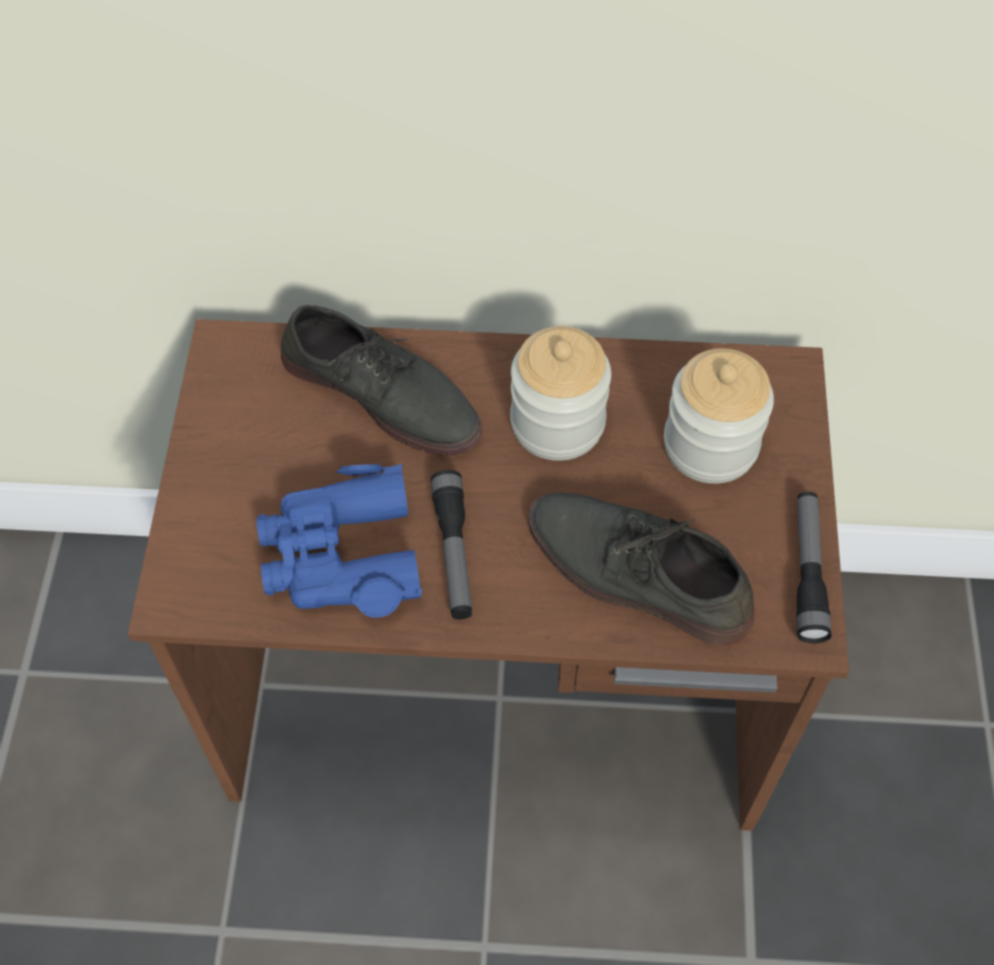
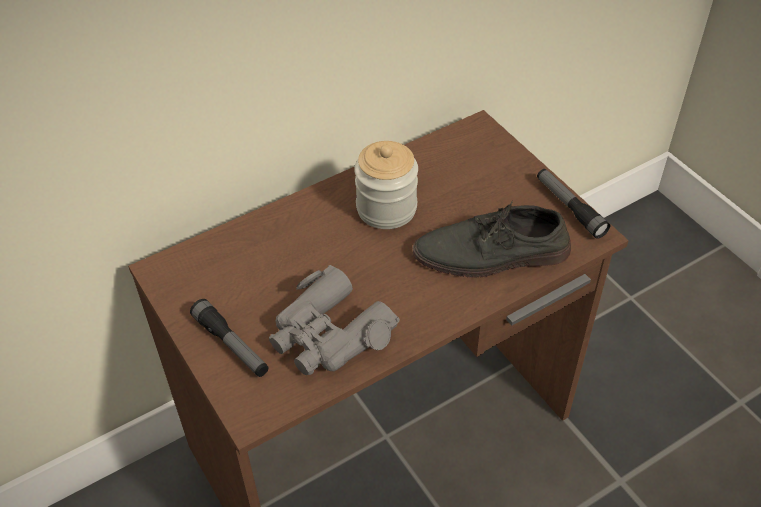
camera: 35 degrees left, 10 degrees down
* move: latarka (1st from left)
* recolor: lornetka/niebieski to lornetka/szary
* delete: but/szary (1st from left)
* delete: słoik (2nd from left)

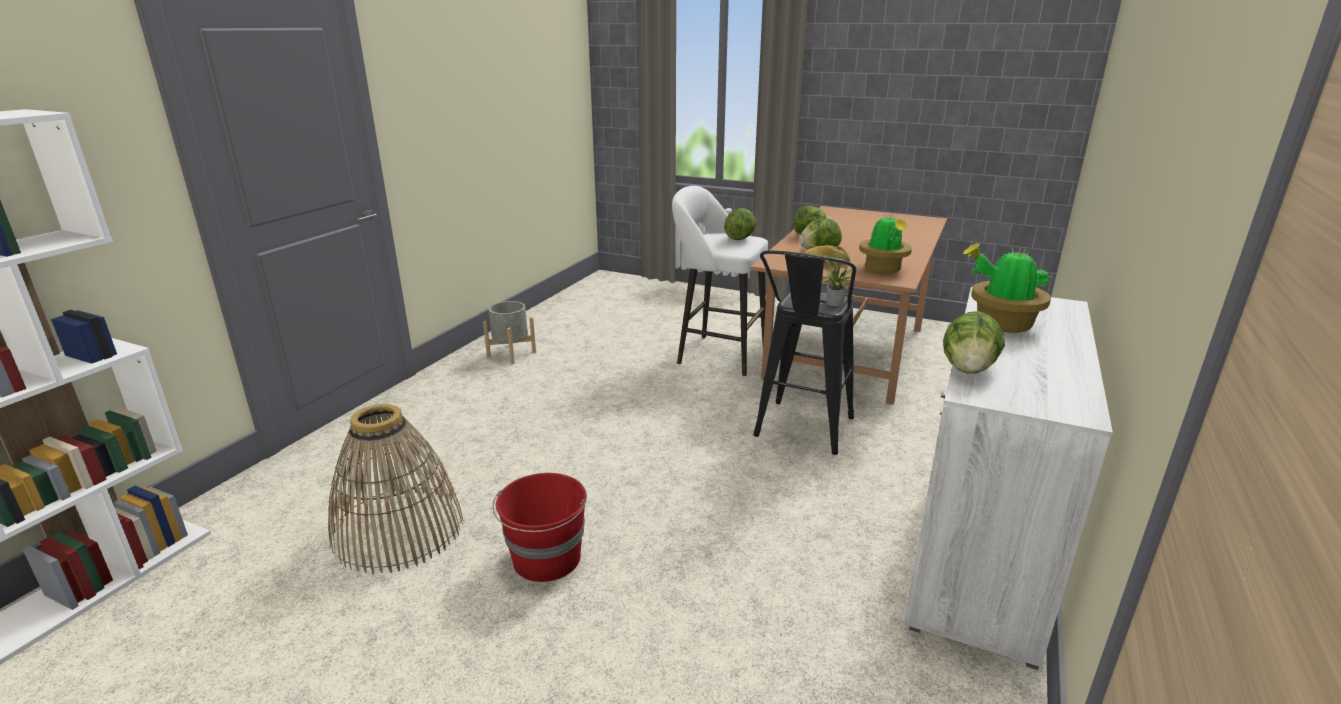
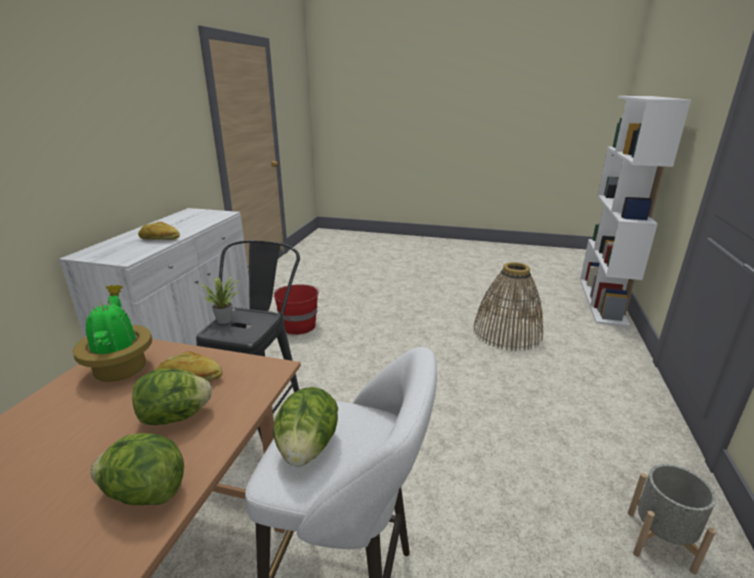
camera: 170 degrees right, 0 degrees up
* replace: roślina doniczkowa (3rd from left) to chleb (1st from left)
* move: wiadro/czerwony
* delete: sałata (4th from left)

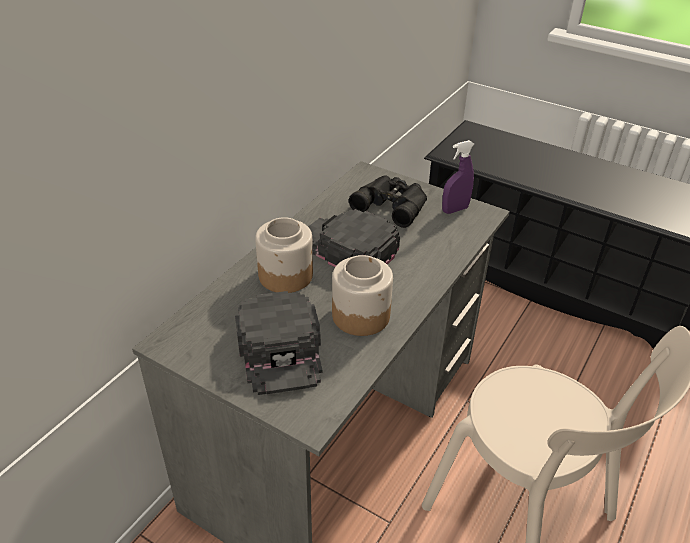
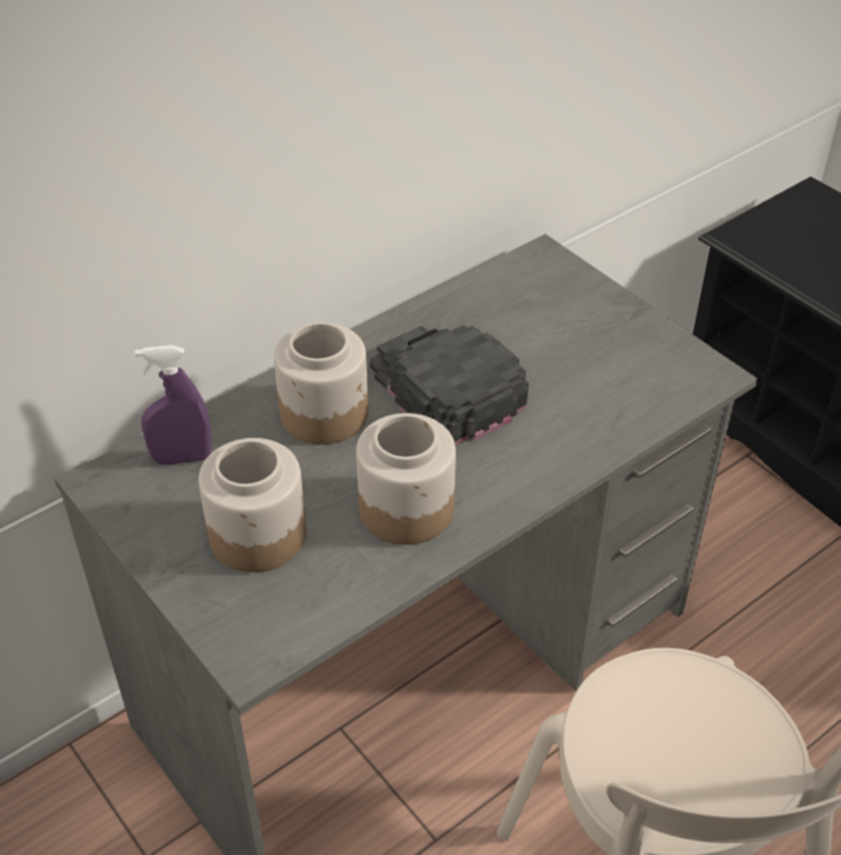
camera: 20 degrees right, 5 degrees up
* move: spryskiwacz/fioletowy
* replace: czapka z daszkiem/czarny (1st from left) to słoik (1st from left)
* delete: lornetka/czarny

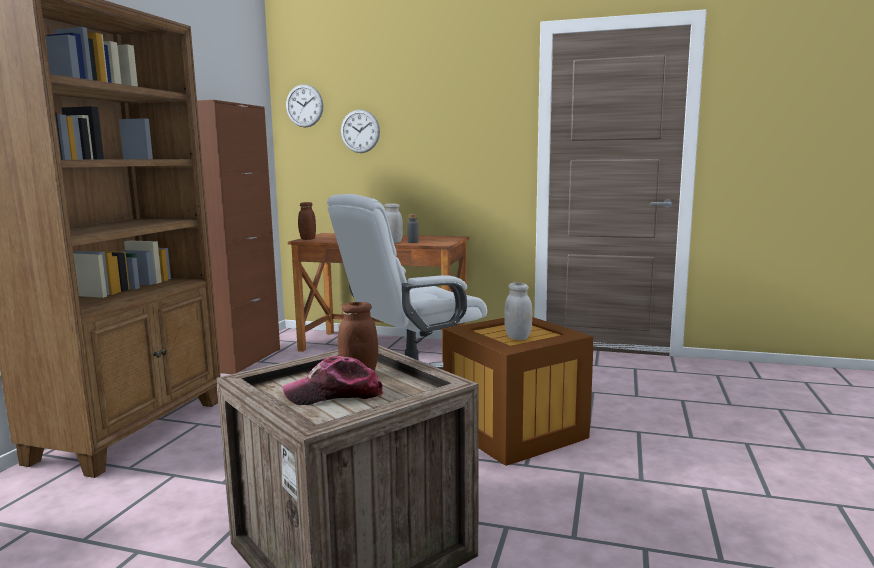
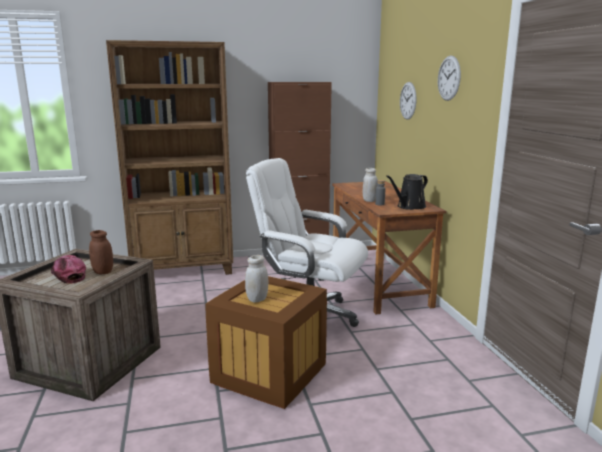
camera: 60 degrees right, 5 degrees up
* insert: konewka/czarny
* move: zegar ścienny (1st from left in the first image) to zegar ścienny (2nd from left)
* delete: słoik/brązowy (1st from left)

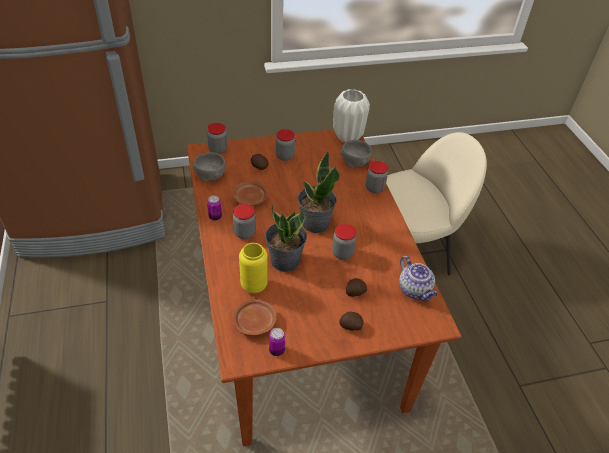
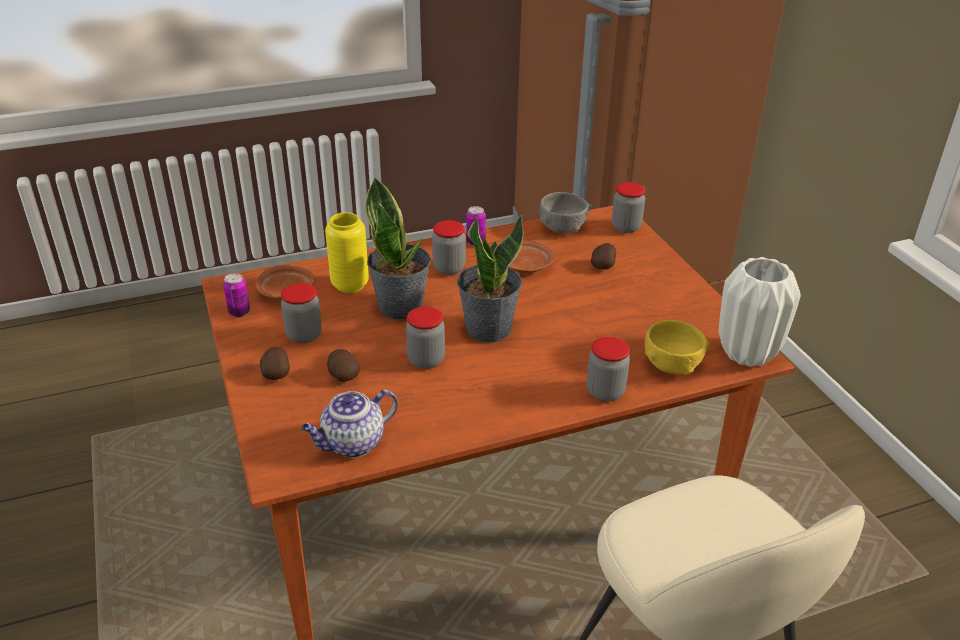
camera: 85 degrees right, 10 degrees down
* move: słoik (3rd from left in the first image) to słoik (1st from left)
* recolor: miska/szary (2nd from left) to miska/żółty

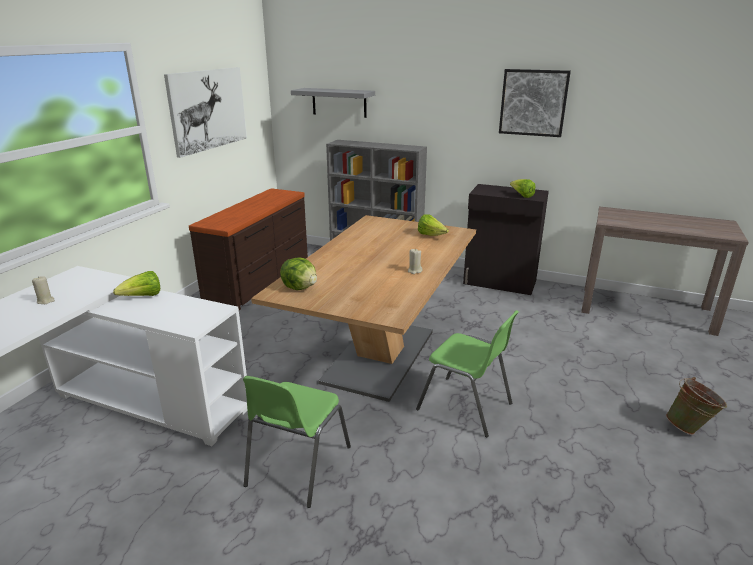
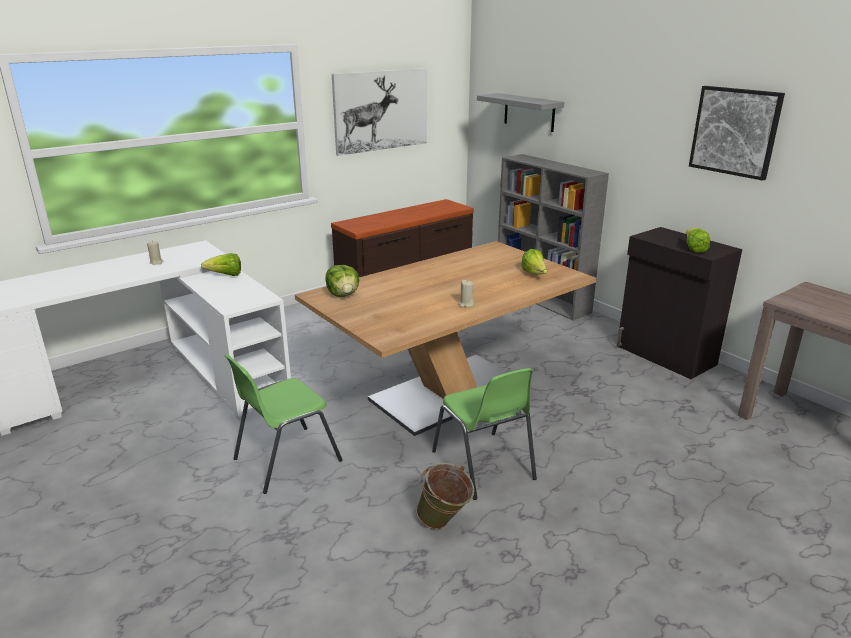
camera: 30 degrees right, 0 degrees up
* move: wiadro/zielony

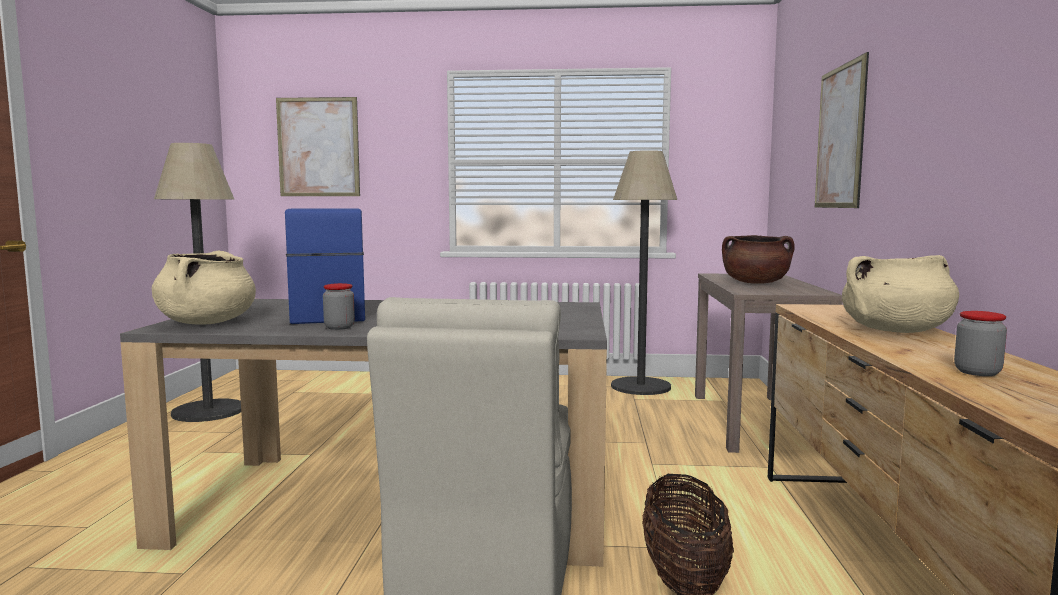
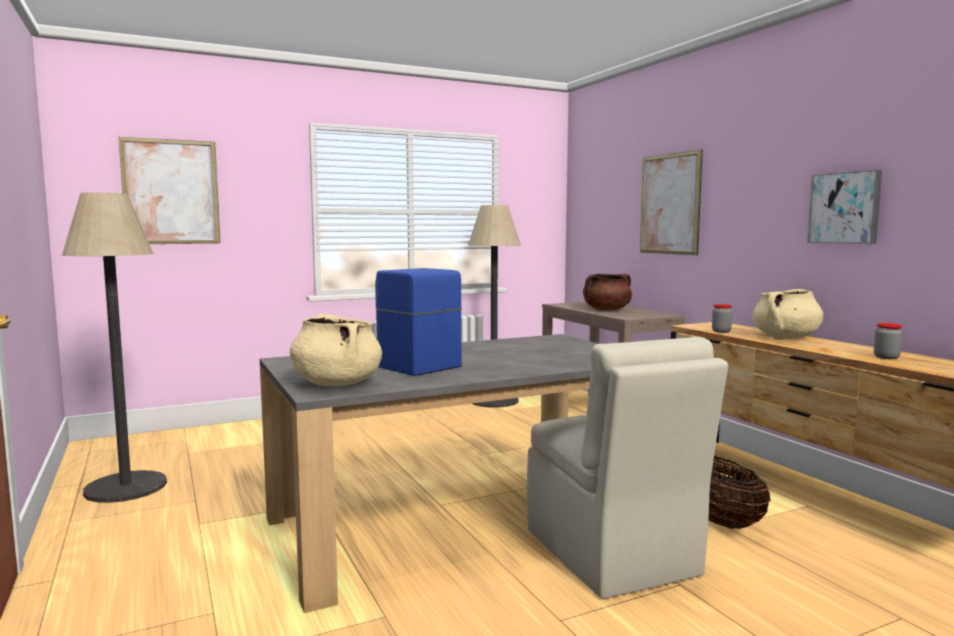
camera: 30 degrees left, 0 degrees up
* move: słoik (1st from left)
* insert: obraz (3rd from left)

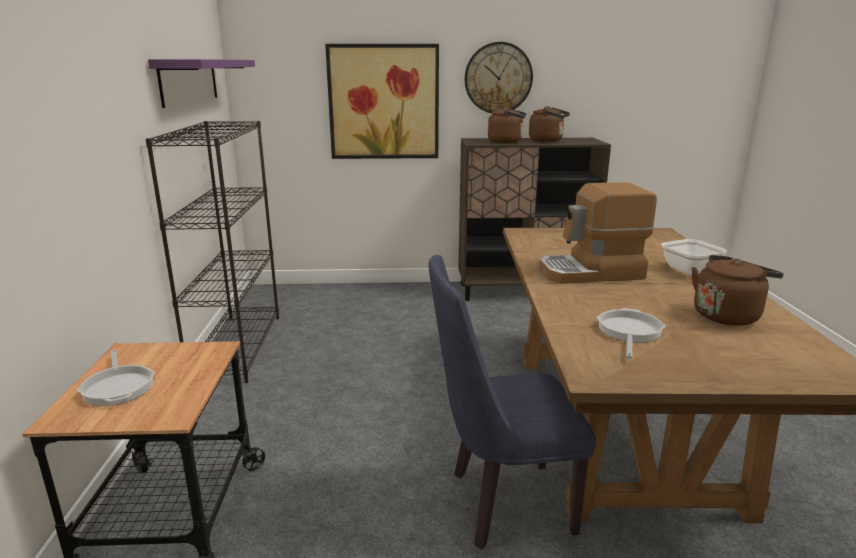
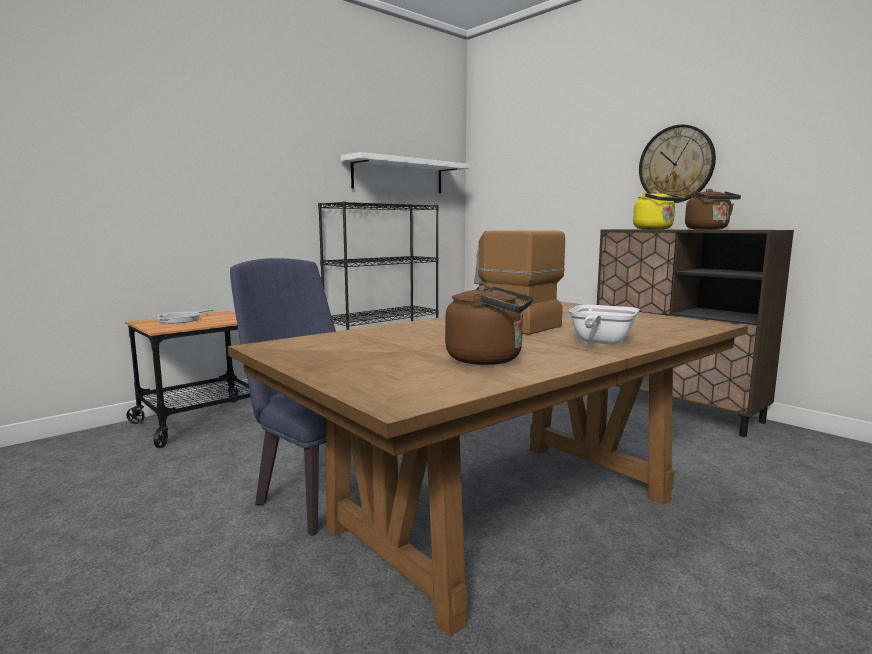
camera: 50 degrees right, 10 degrees down
* recolor: półka/fioletowy to półka/biały
* recolor: czajnik/brązowy (1st from left) to czajnik/żółty
* delete: obraz
* delete: patelnia (2nd from left)

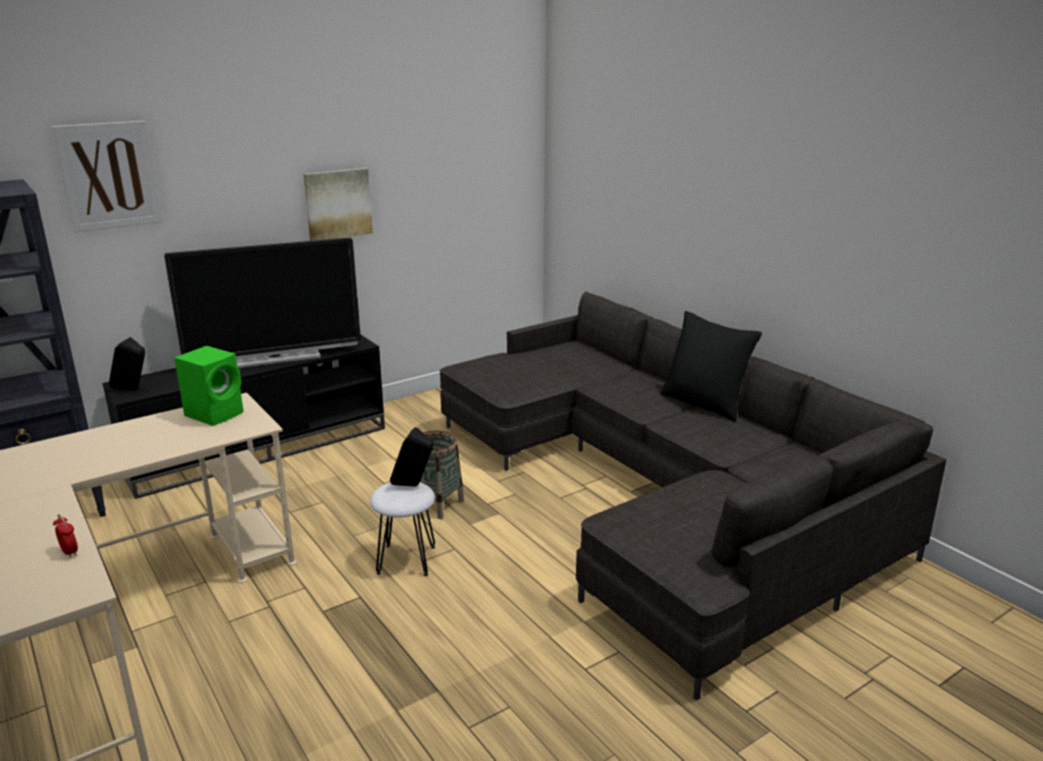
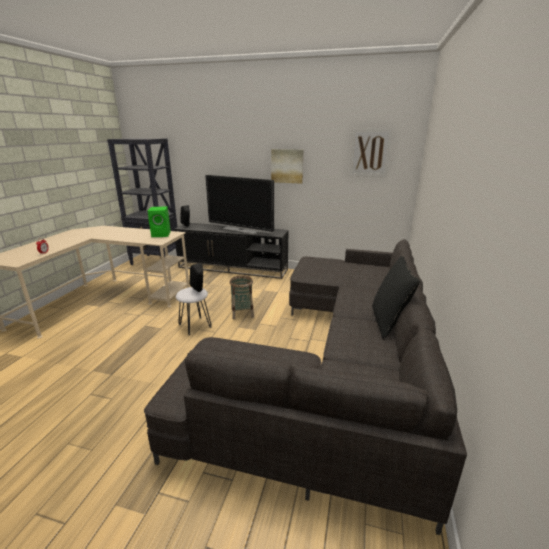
camera: 50 degrees right, 0 degrees up
* move: obraz (1st from left in the first image) to obraz (2nd from left)

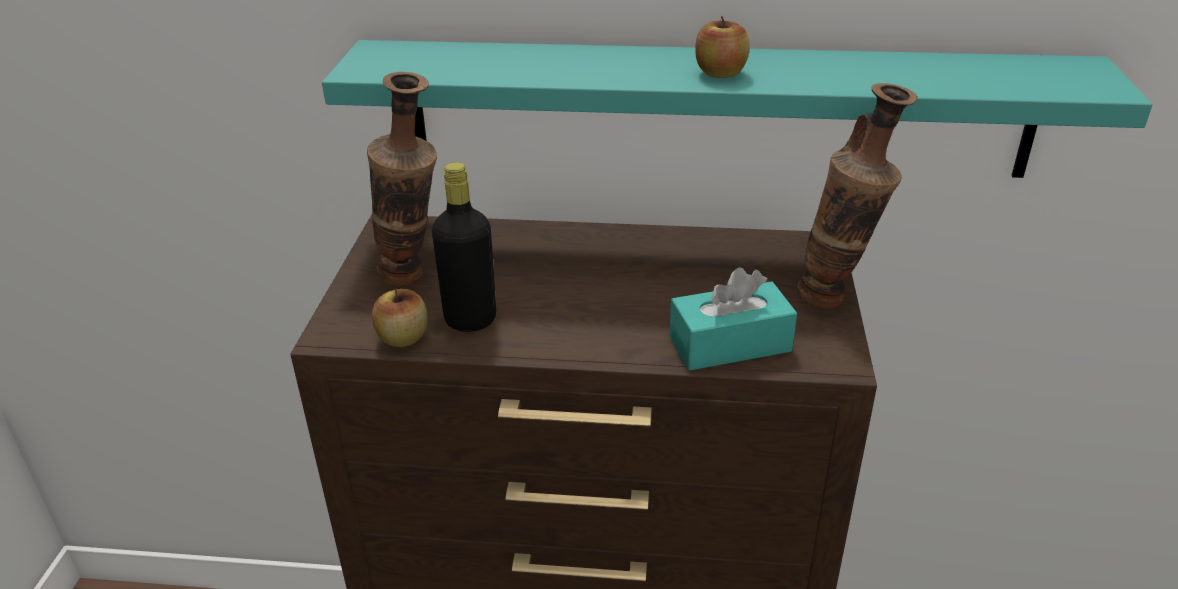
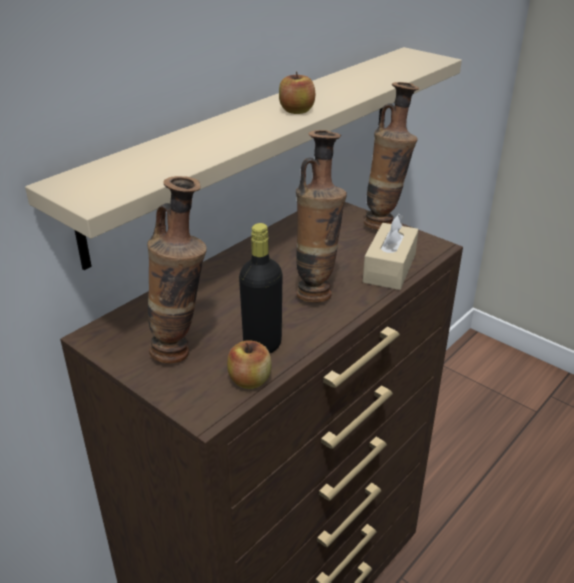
camera: 55 degrees left, 0 degrees up
* recolor: półka/turkusowy to półka/beżowy
* insert: wazon (2nd from left)
* recolor: pudełko chusteczek/turkusowy to pudełko chusteczek/beżowy

